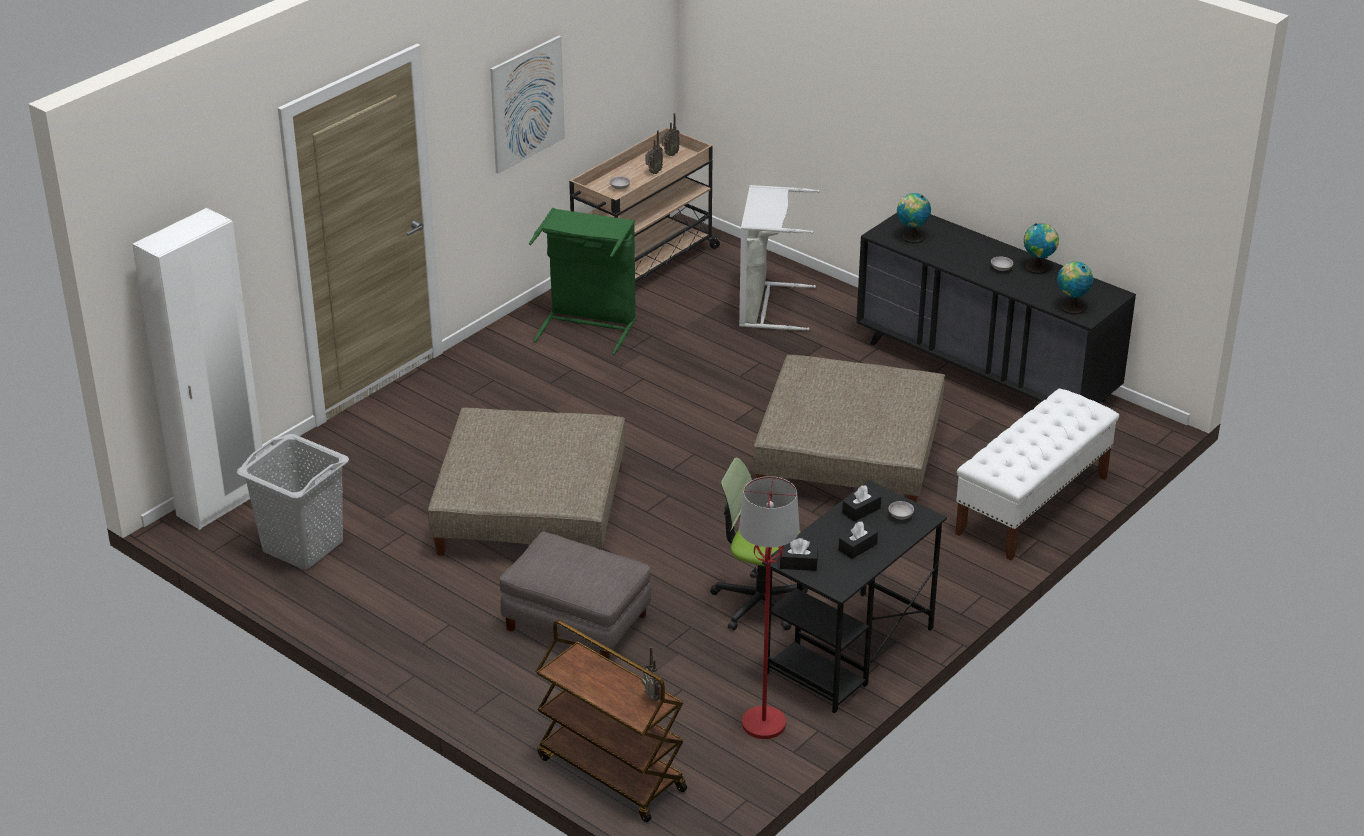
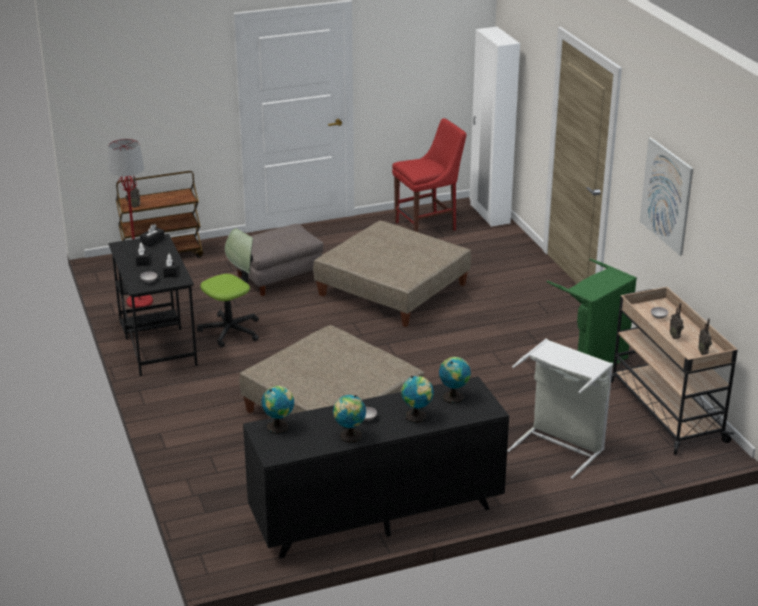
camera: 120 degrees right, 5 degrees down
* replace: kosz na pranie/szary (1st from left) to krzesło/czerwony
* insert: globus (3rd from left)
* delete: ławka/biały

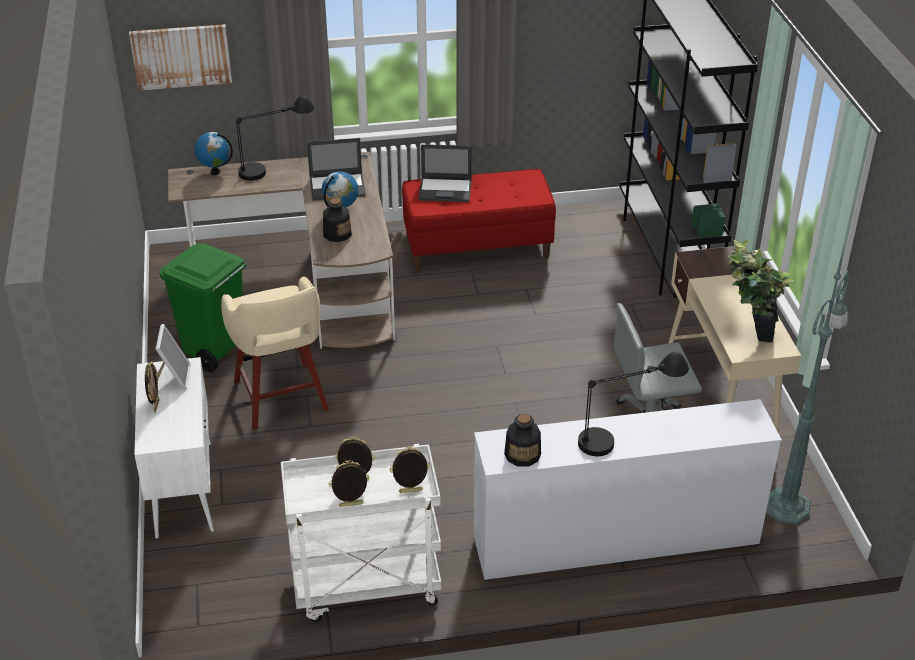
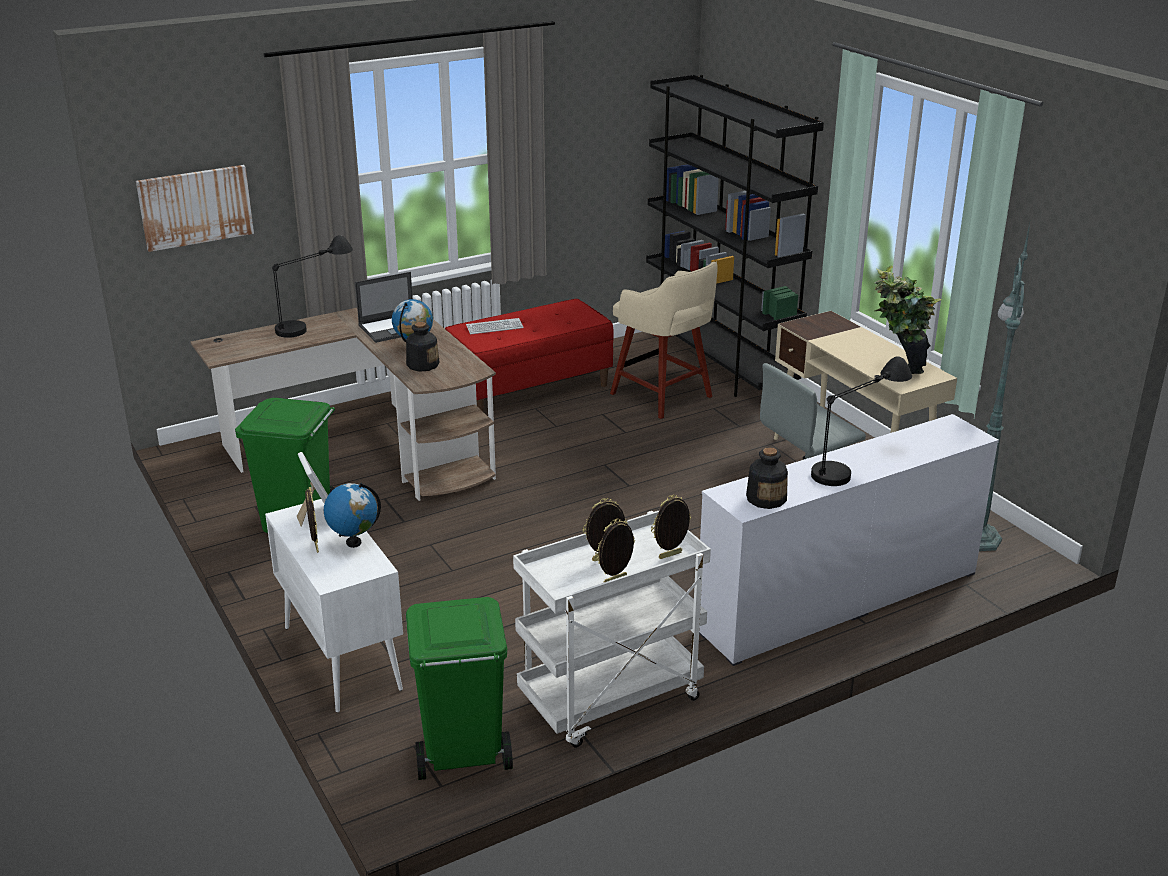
camera: 20 degrees left, 10 degrees down
* move: globus (1st from left)
* insert: kosz na śmieci/zielony (2nd from left)
* replace: laptop (2nd from left) to klawiatura
* move: stołek/beżowy

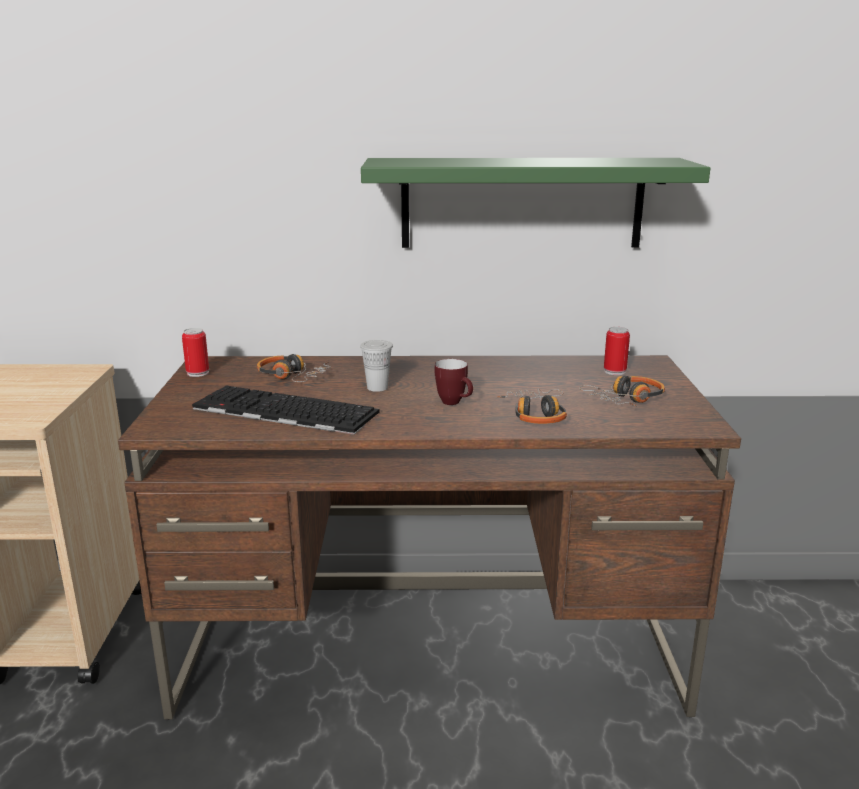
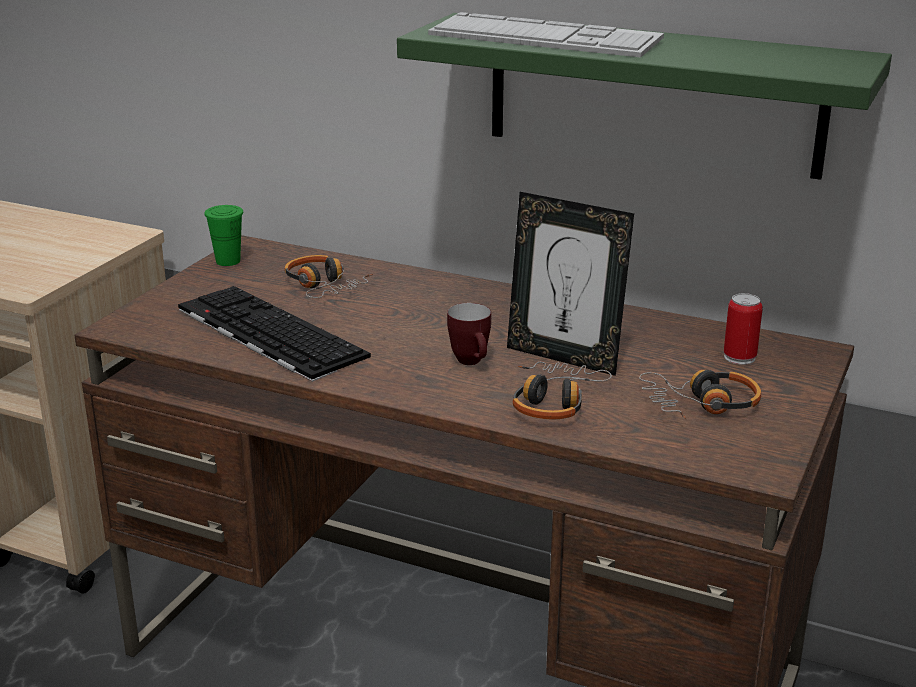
camera: 25 degrees right, 5 degrees up
* replace: puszka (1st from left) to filiżanka/zielony
* insert: klawiatura (2nd from left)
* insert: ramka na zdjęcie
* delete: filiżanka/biały

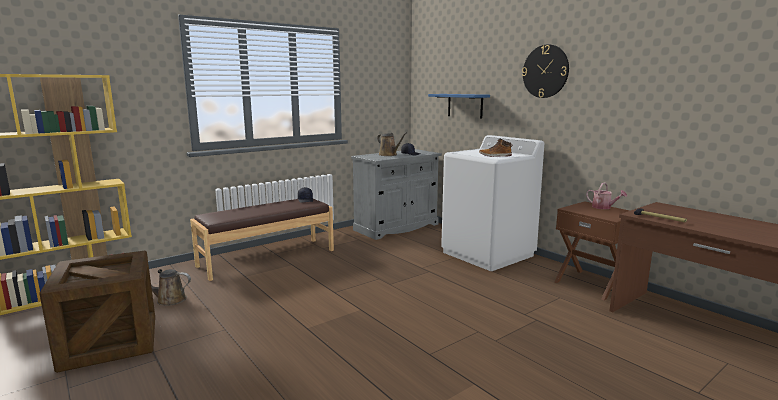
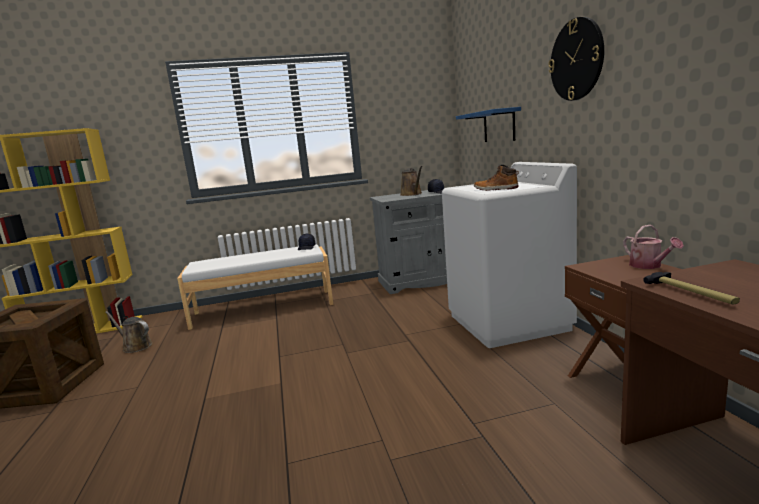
camera: 25 degrees right, 0 degrees up
* recolor: ławka/brązowy to ławka/biały

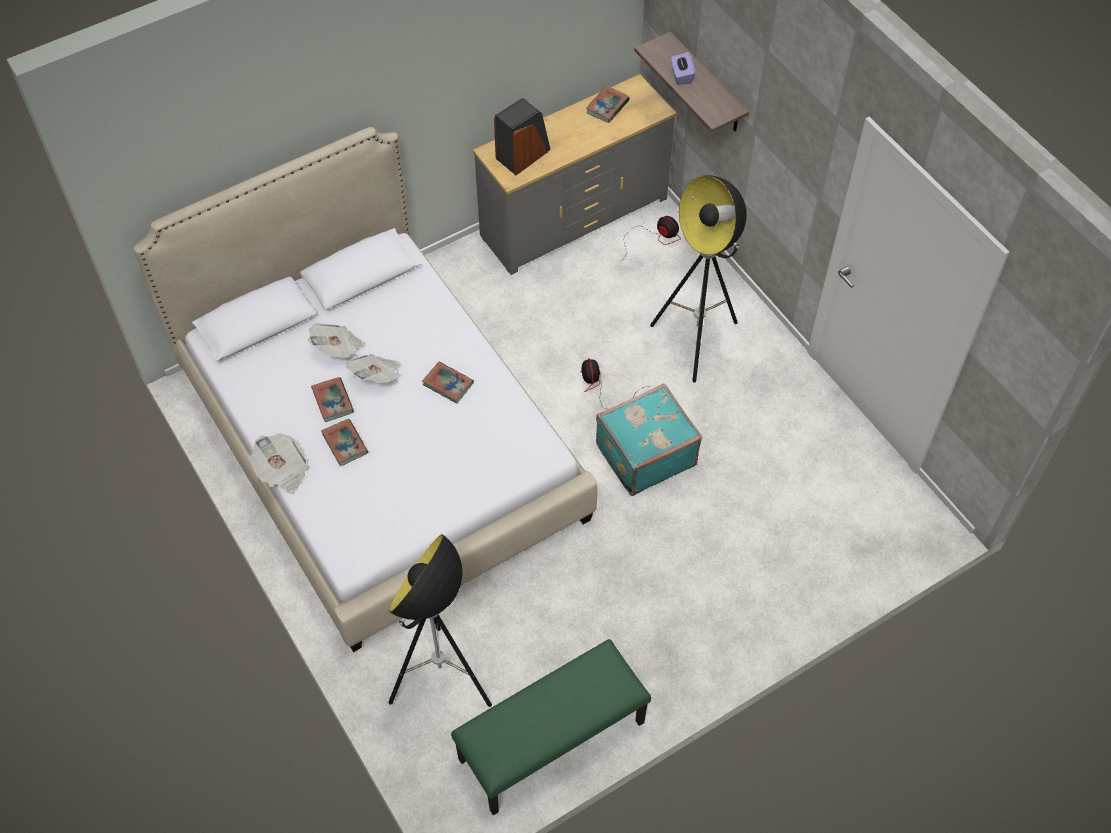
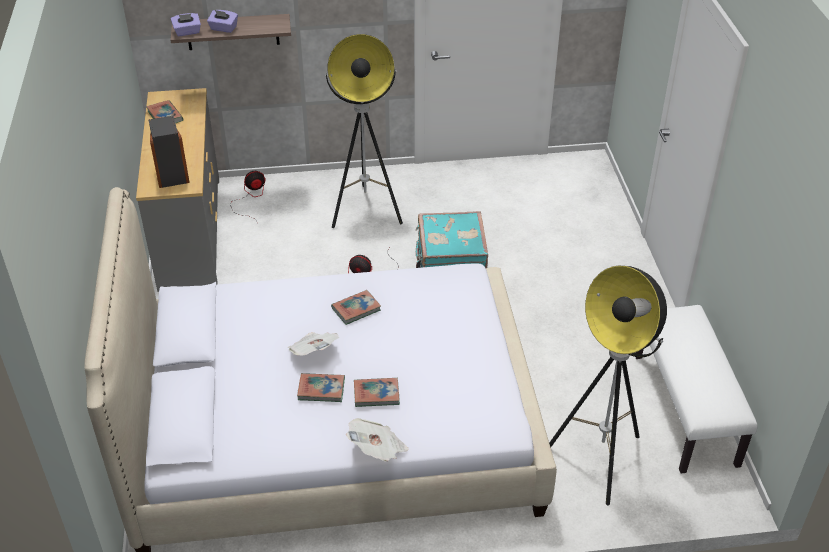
camera: 65 degrees left, 15 degrees down
* insert: pudełko chusteczek/fioletowy (1st from left)
* recolor: ławka/zielony to ławka/biały
* delete: gazeta (2nd from left)

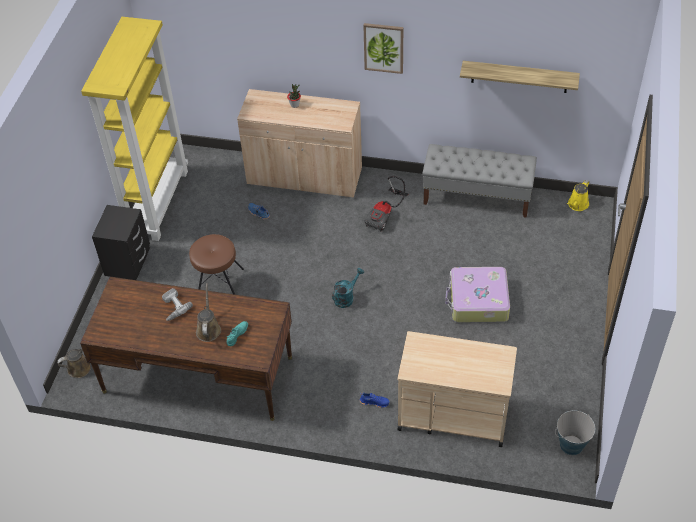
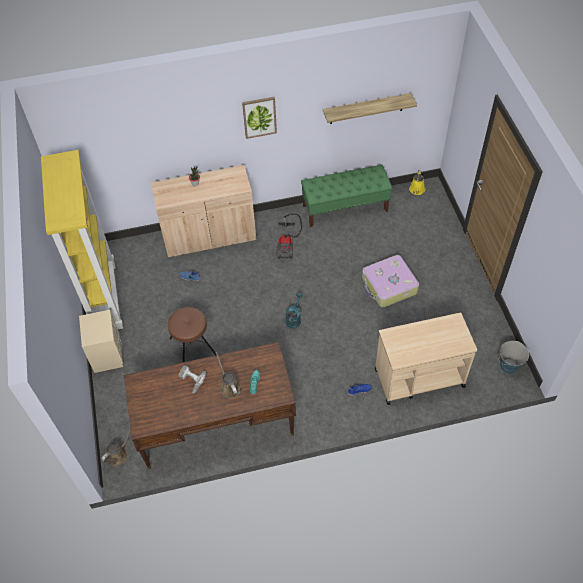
camera: 25 degrees left, 5 degrees up
* recolor: szafka nocna/czarny to szafka nocna/beżowy
* recolor: ławka/szary to ławka/zielony

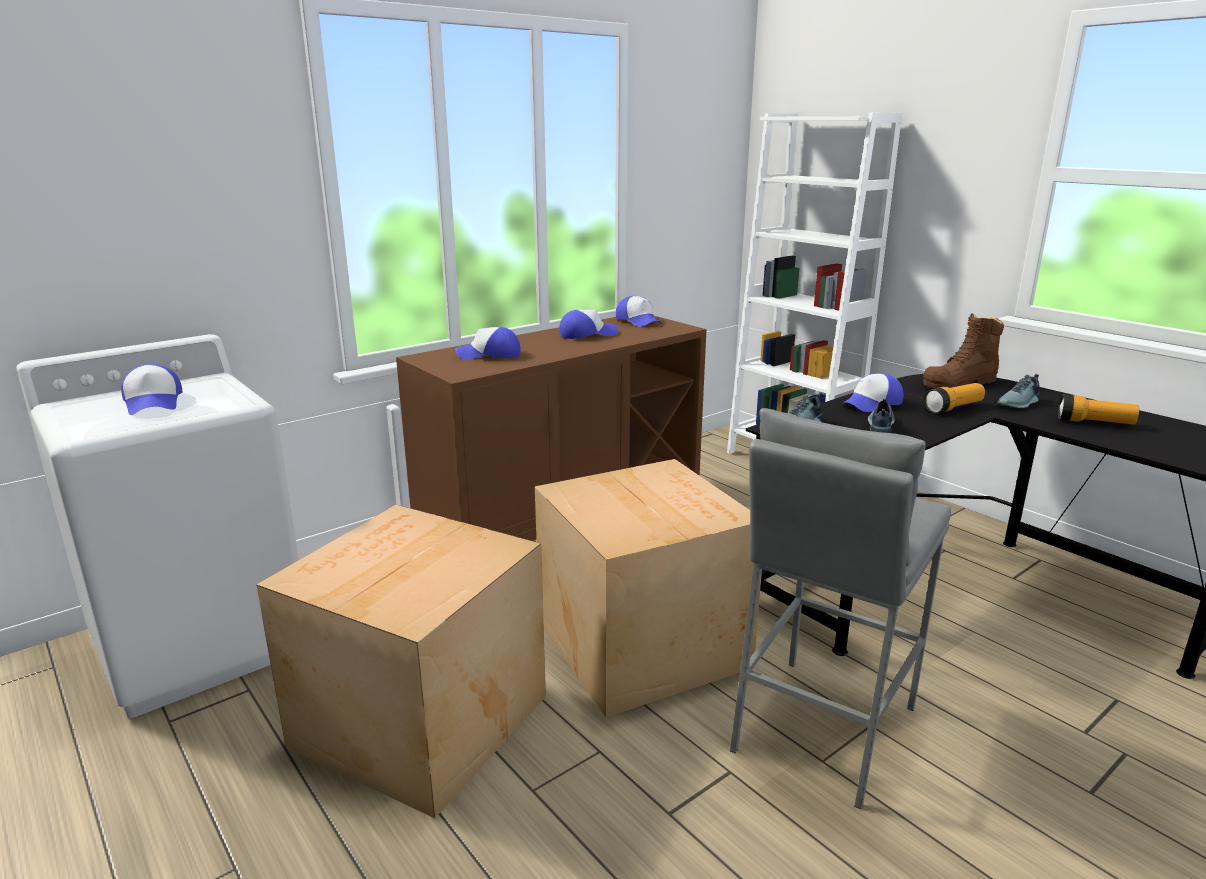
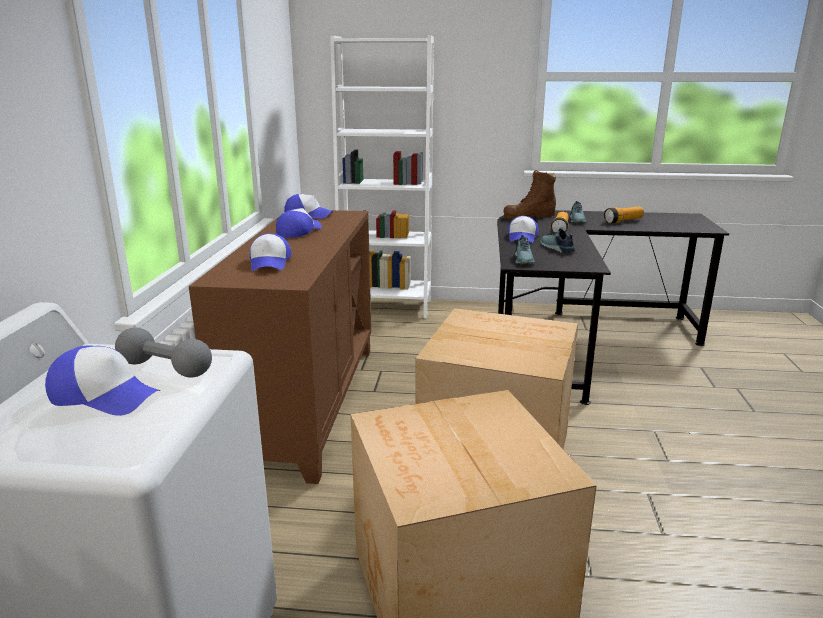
camera: 45 degrees left, 0 degrees up
* insert: hantel/szary
* rotate: czapka z daszkiem (2nd from left) 45 degrees counterclockwise
* rotate: but z cholewką/brązowy 45 degrees clockwise
* delete: stołek/szary

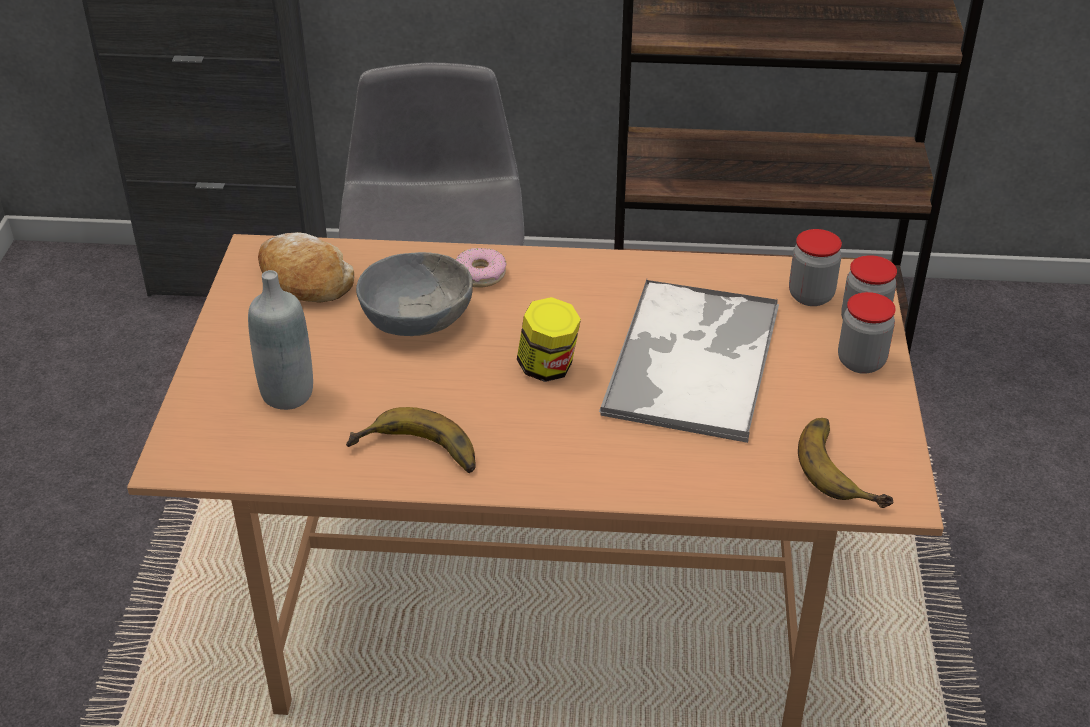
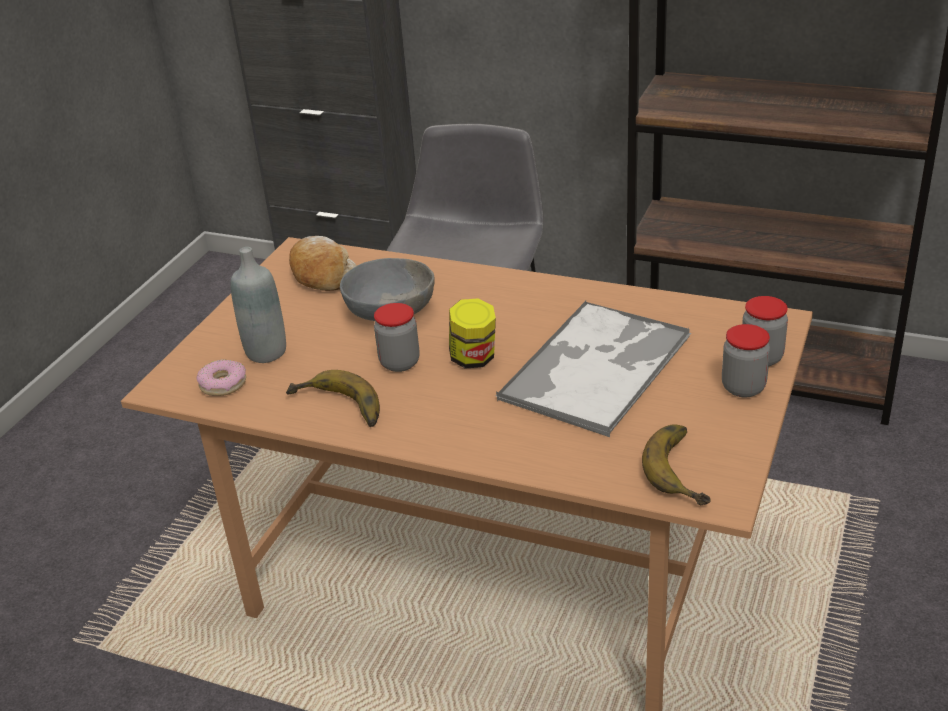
camera: 20 degrees right, 5 degrees down
* move: donut
* move: słoik (2nd from left in the first image) to słoik (1st from left)

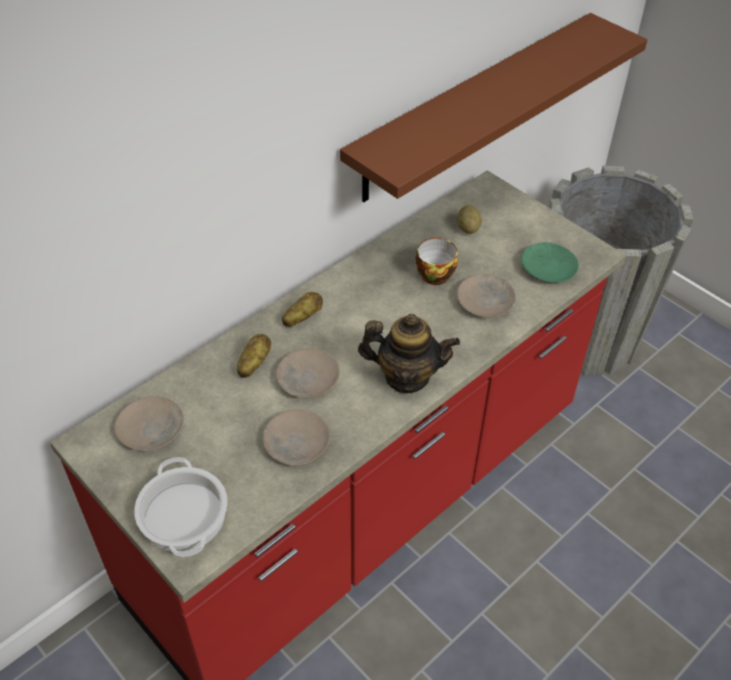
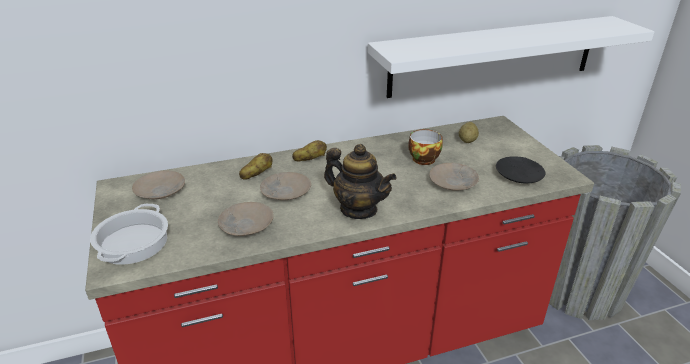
camera: 25 degrees right, 15 degrees down
* recolor: półka/brązowy to półka/biały
* recolor: talerz/zielony to talerz/czarny

